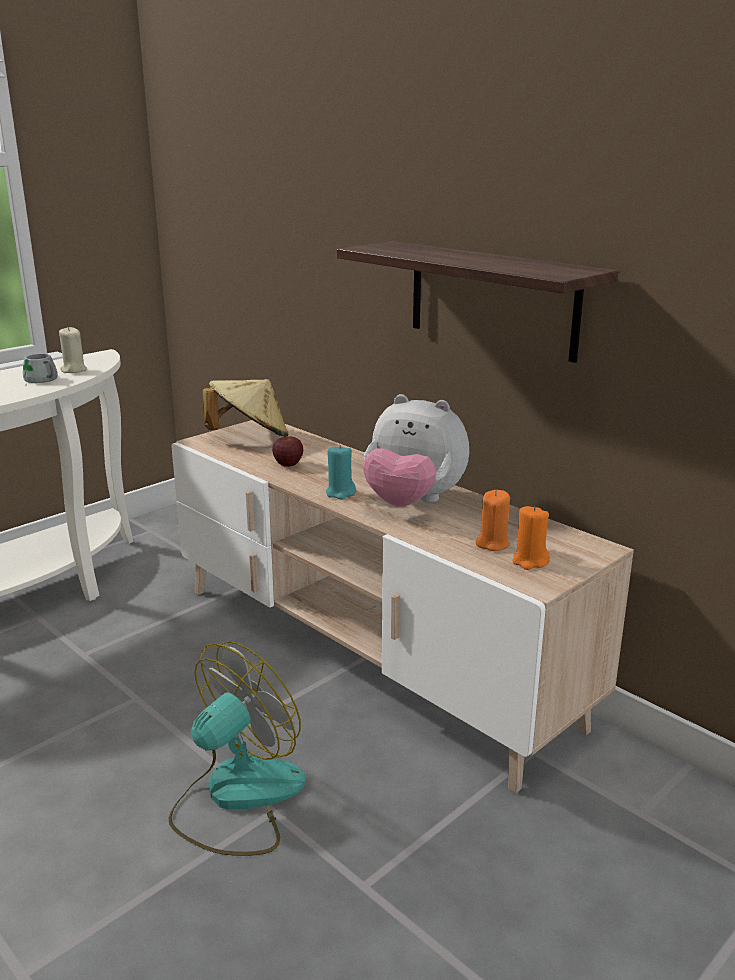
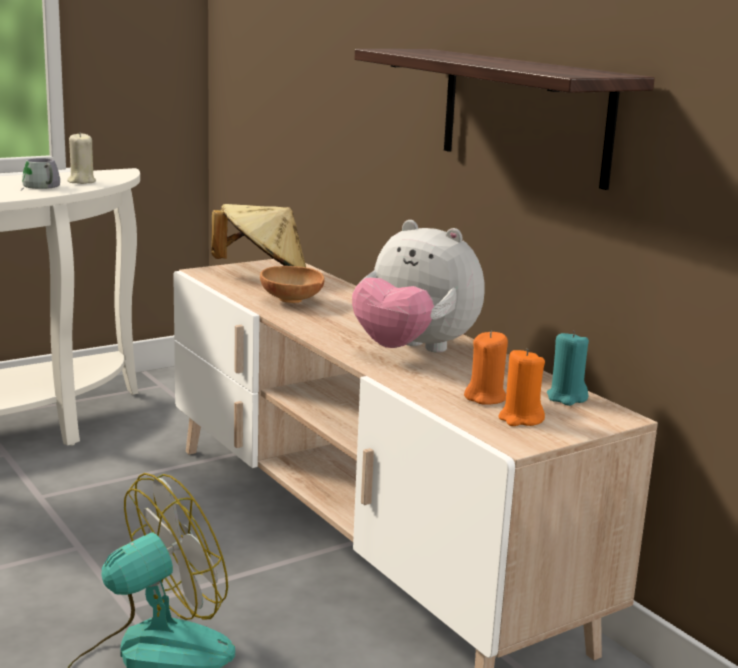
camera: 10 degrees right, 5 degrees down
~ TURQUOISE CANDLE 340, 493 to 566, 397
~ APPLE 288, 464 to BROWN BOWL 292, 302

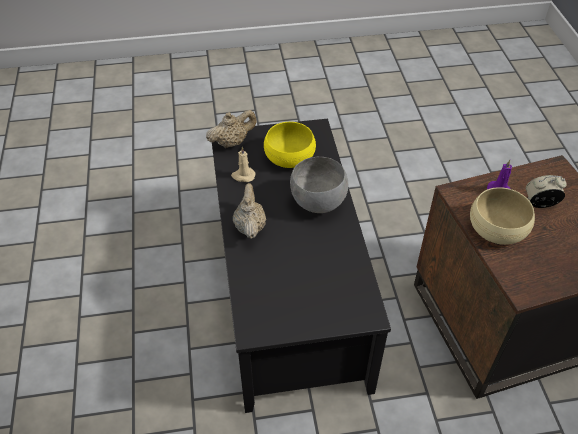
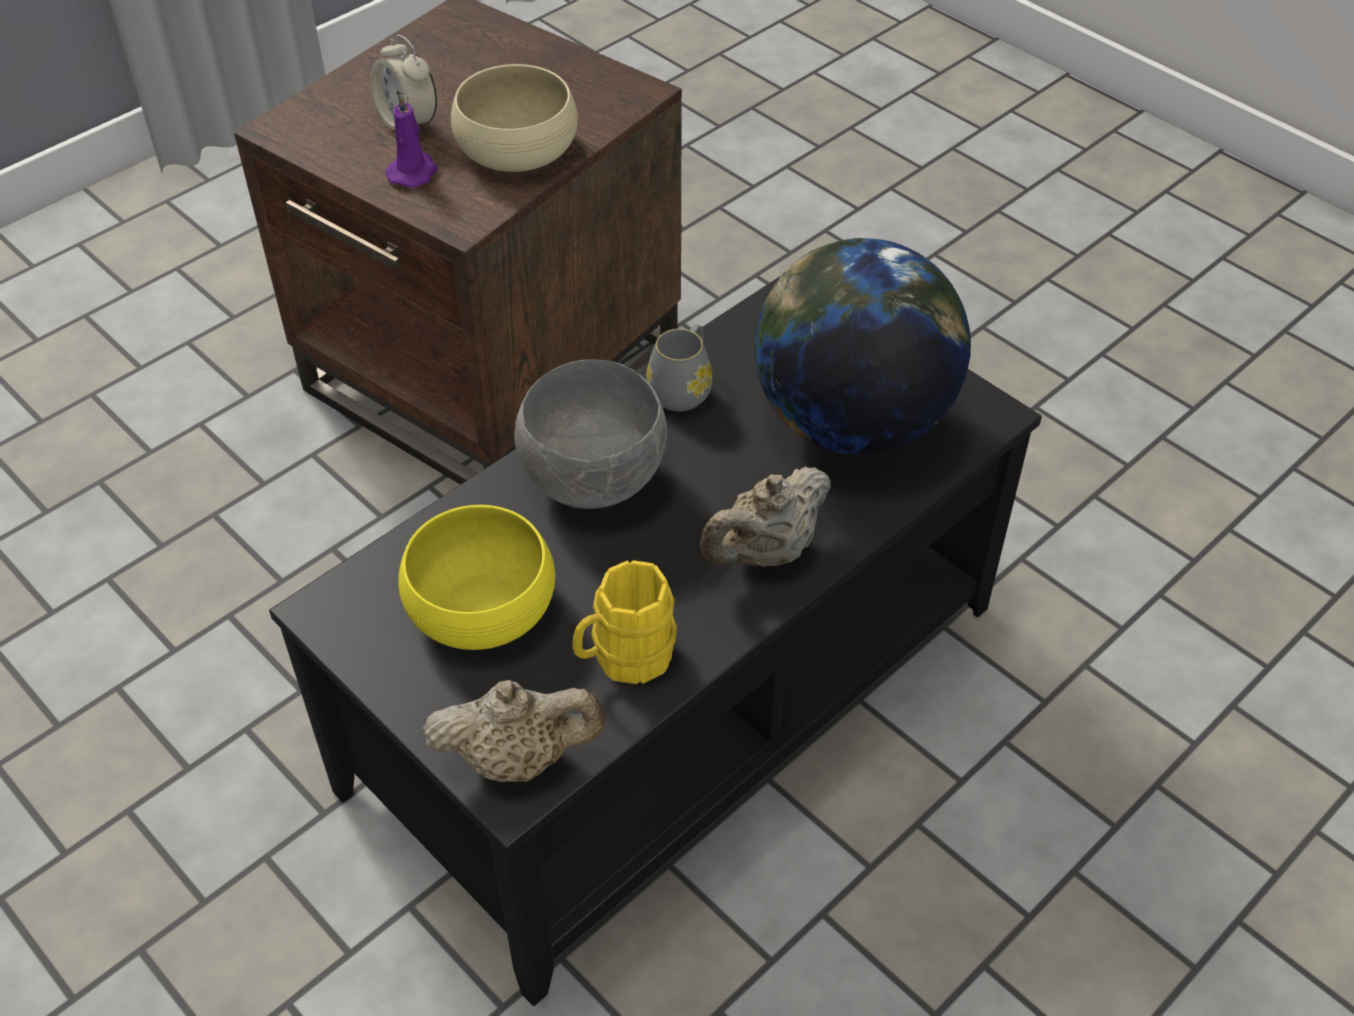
camera: 125 degrees left, 0 degrees up
+ GREY MUG 683, 388
+ GLOBE 852, 423
~ BEIGE CANDLE 243, 176 to YELLOW MUG 624, 657
~ BEIGE TEAPOT 232, 142 = 519, 758 150 degrees clockwise

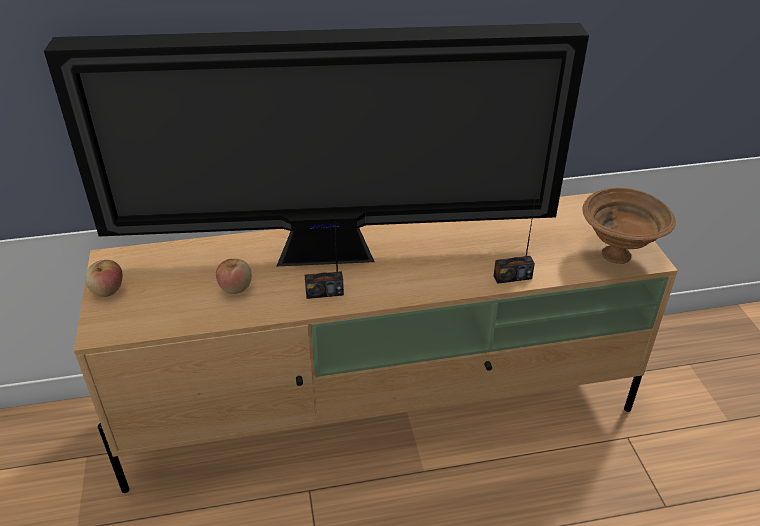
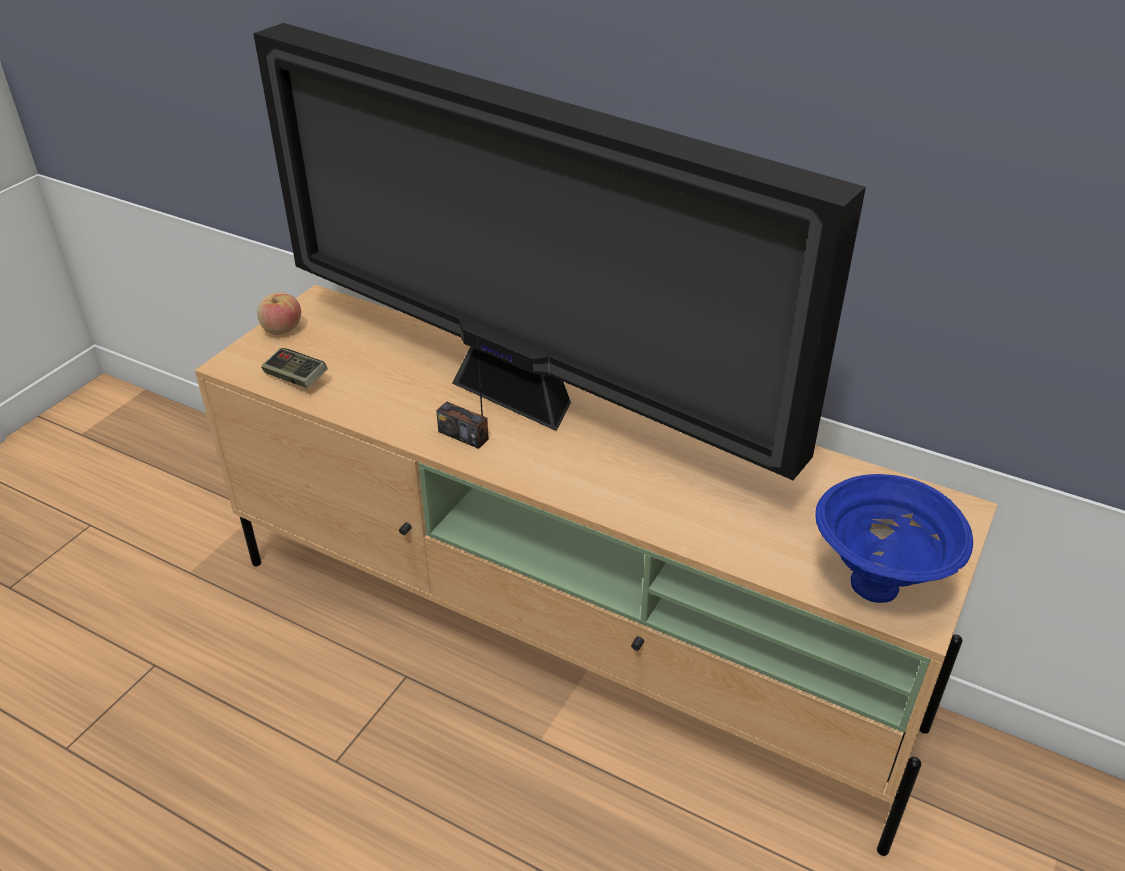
camera: 40 degrees right, 0 degrees up
- APPLE 235, 288
- RADIO 512, 277
+ GAME CONTROLLER 296, 378
~ BROWN BOWL 618, 255 to BLUE BOWL 878, 587

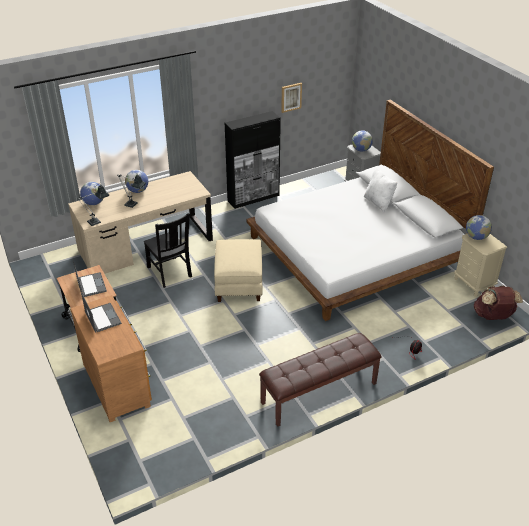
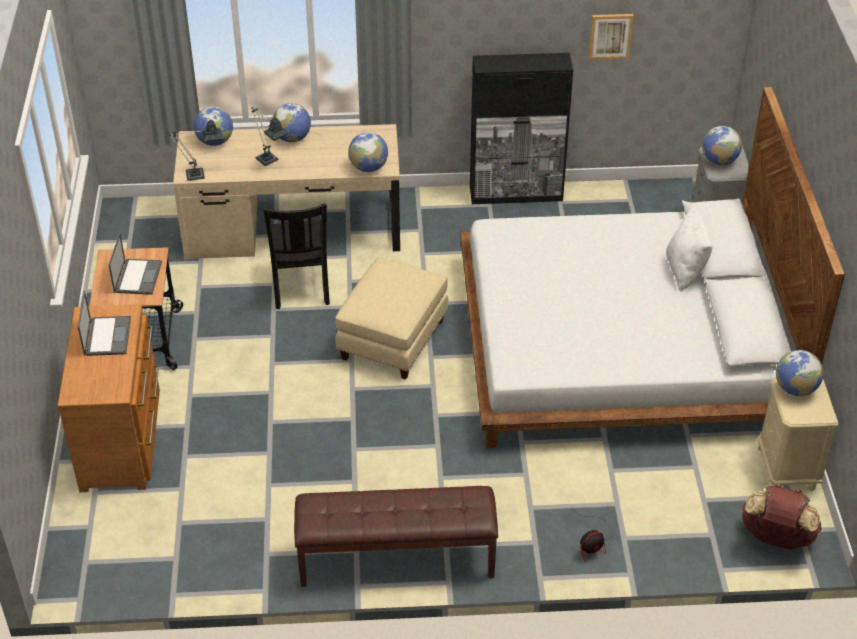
camera: 25 degrees right, 5 degrees up
+ GLOBE 368, 168

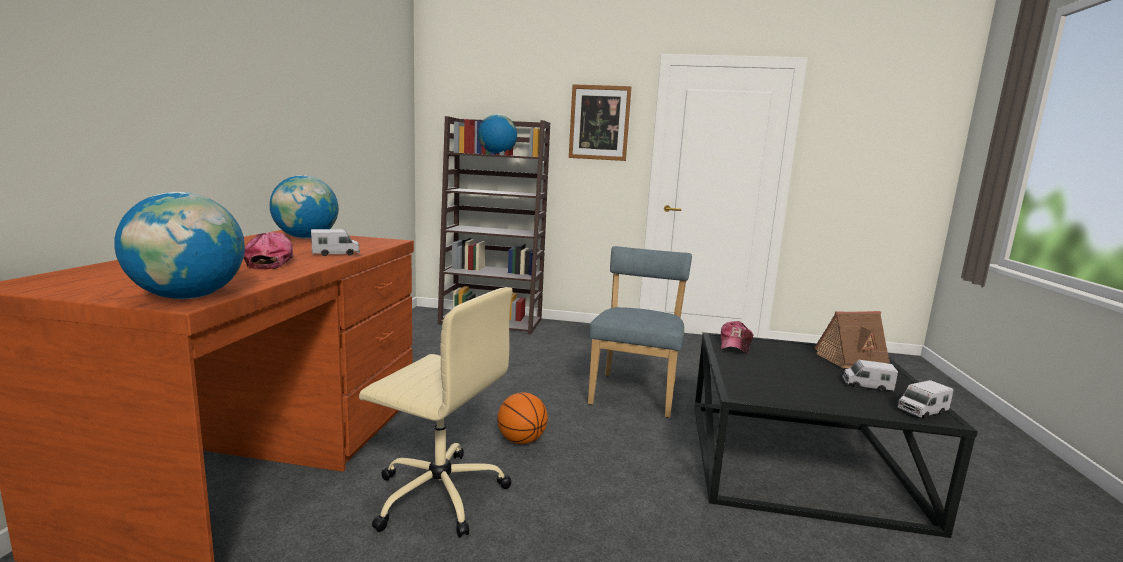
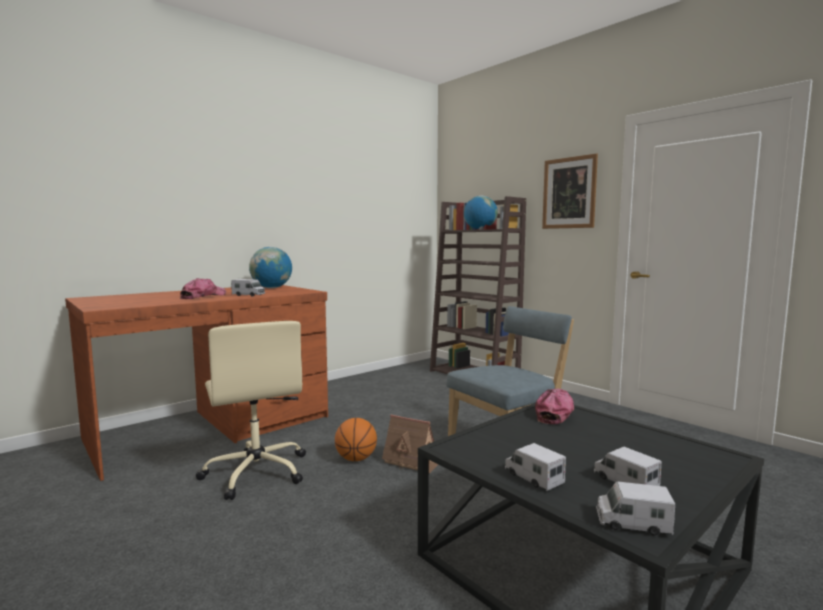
camera: 40 degrees right, 5 degrees down
- GLOBE 188, 297
+ TOY TRUCK 533, 478
~ TOY HOUSE 852, 360 to 412, 460
~ CAP 735, 345 = 555, 413 150 degrees clockwise

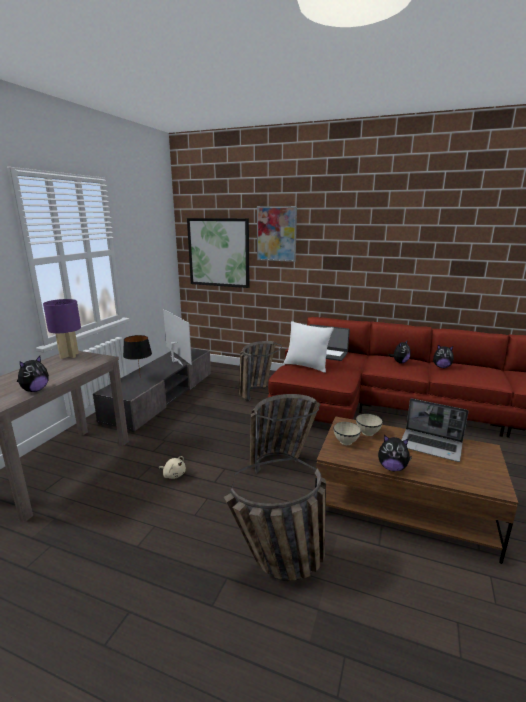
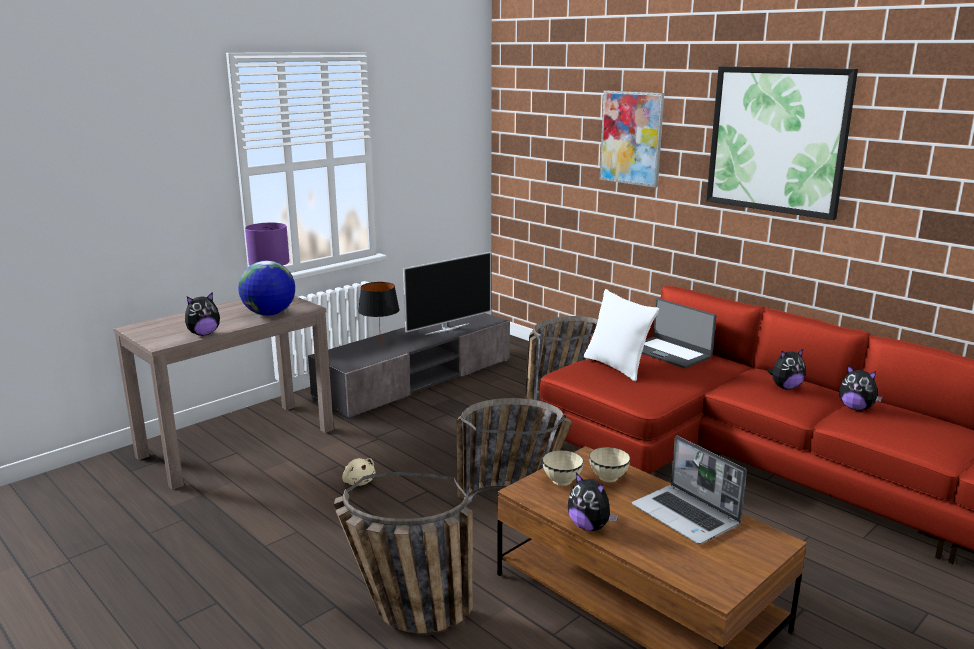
camera: 25 degrees right, 0 degrees up
+ GLOBE 269, 314
~ PICTURE 219, 252 to 777, 140
~ TELEVISION 175, 361 = 447, 328 60 degrees clockwise

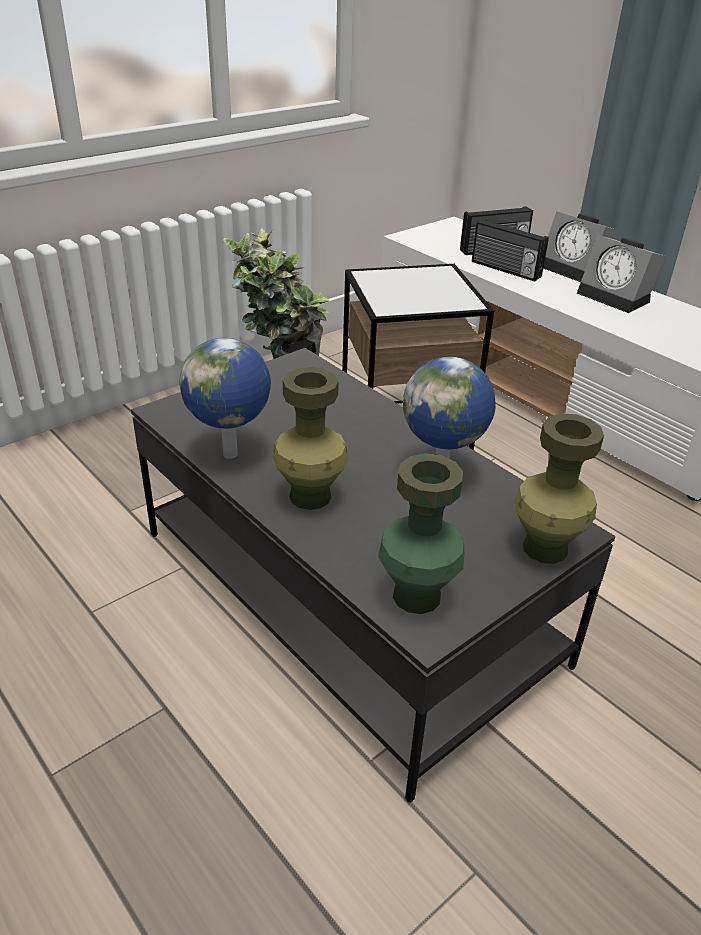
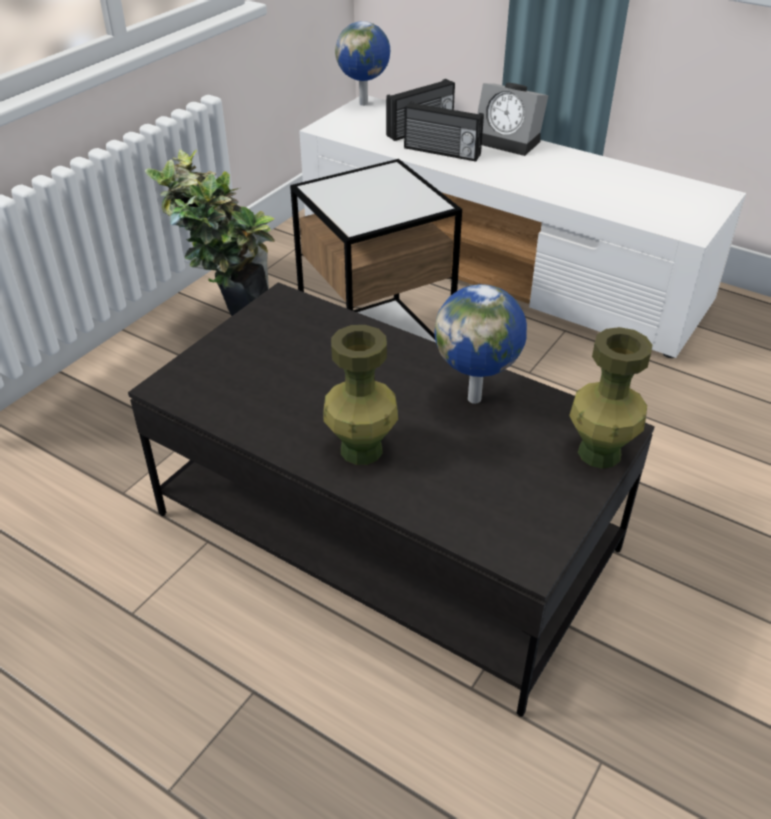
camera: 15 degrees left, 5 degrees up
- GREEN VASE 416, 596
- ALARM CLOCK 616, 297
~ GLOBE 232, 455 to 364, 103

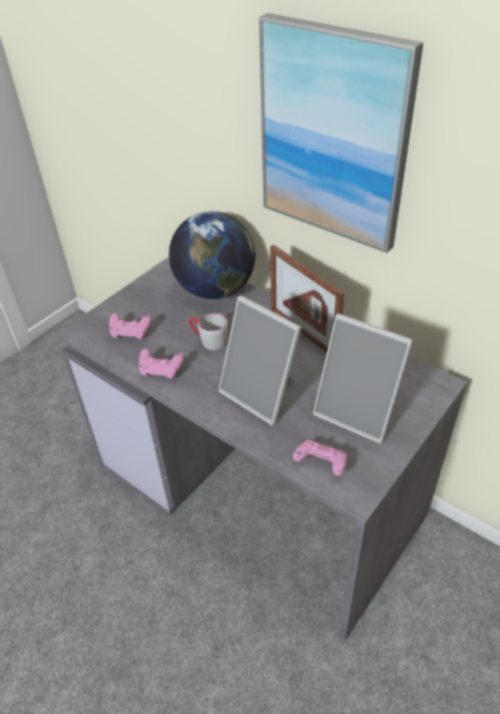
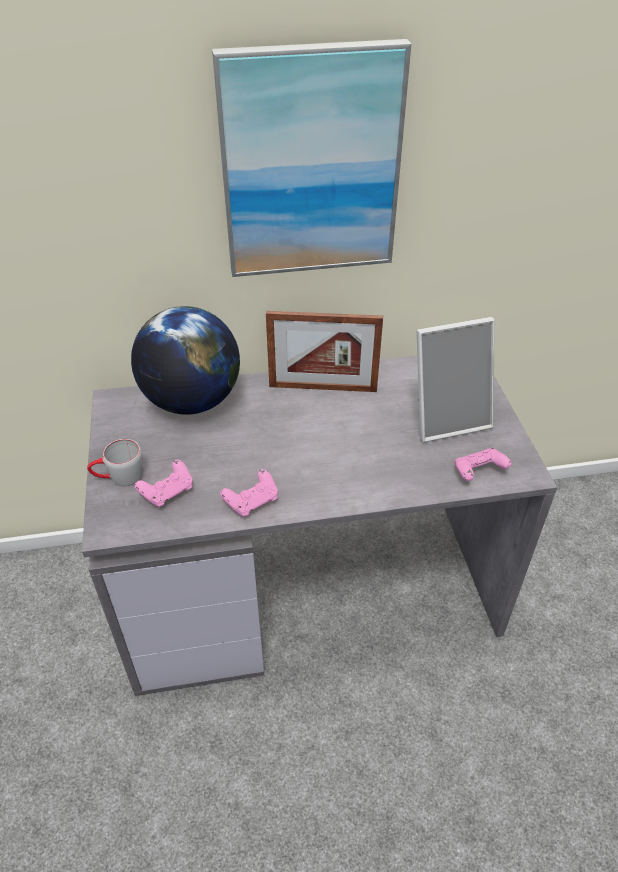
camera: 50 degrees left, 0 degrees up
- PICTURE FRAME 262, 394
~ GREY MUG 208, 340 to 119, 477

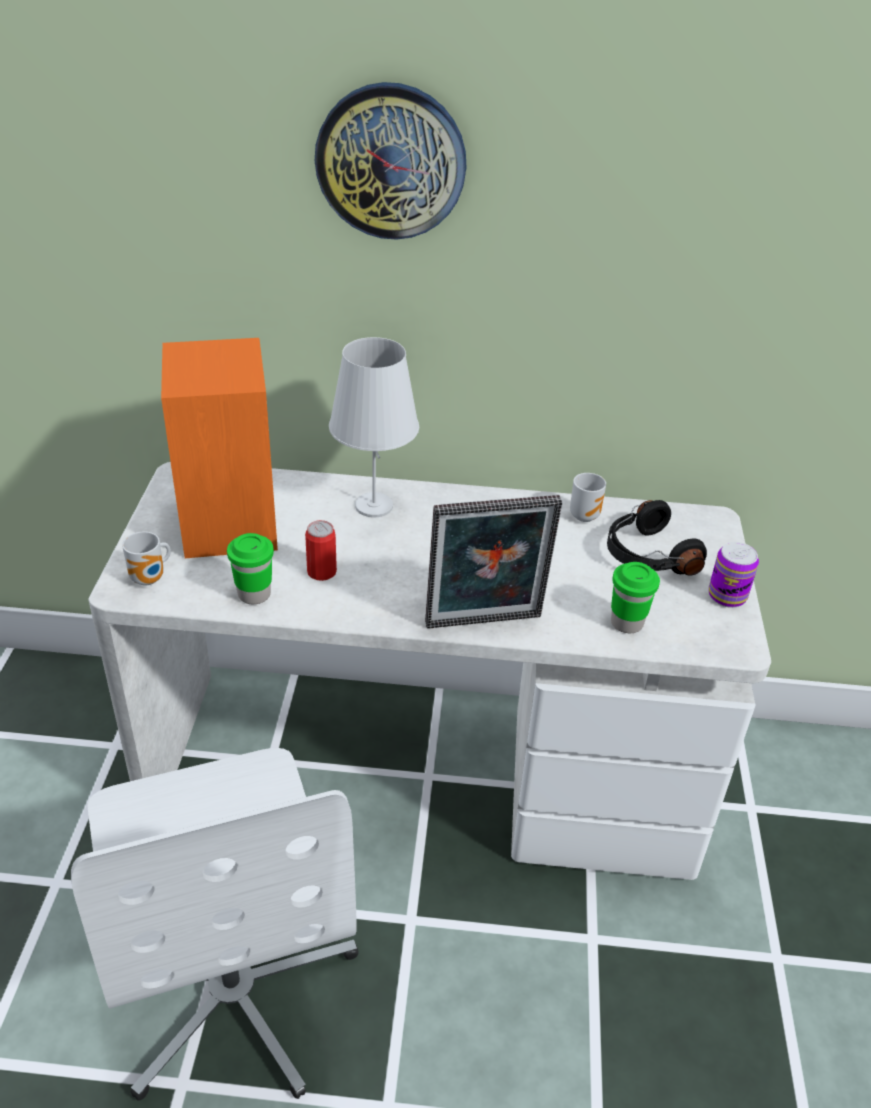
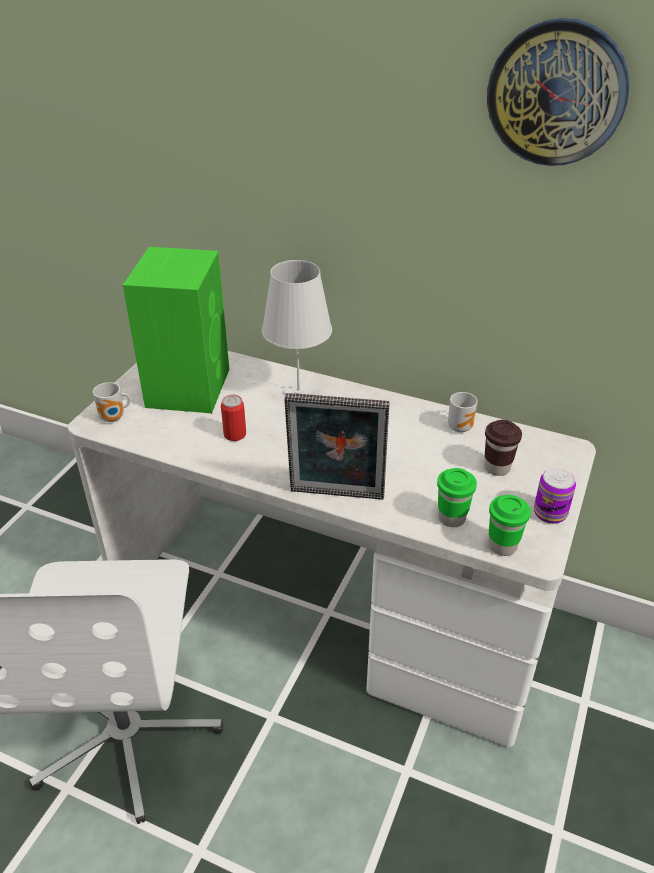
camera: 20 degrees right, 0 degrees up
~ GREEN CUP 254, 594 to 502, 546
~ WALL CLOCK 391, 162 to 556, 93
~ BLACK HEADPHONES 647, 555 to BROWN CUP 497, 468
~ ORANGE SPEAKER 229, 521 to GREEN SPEAKER 189, 386

